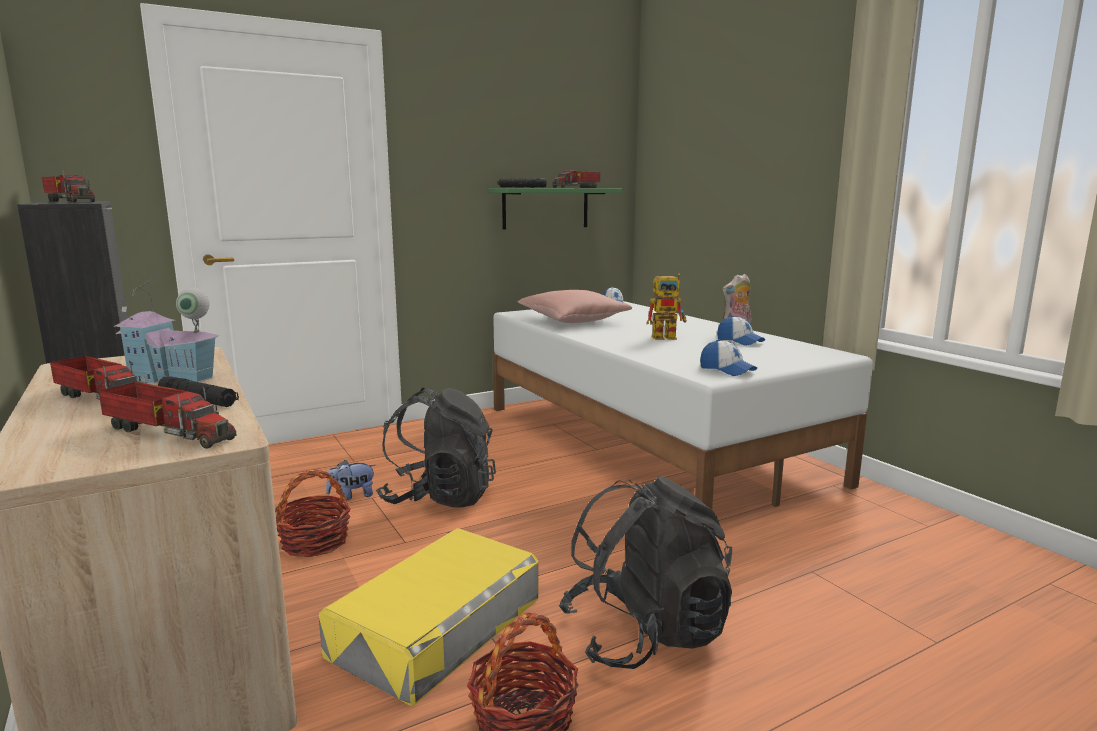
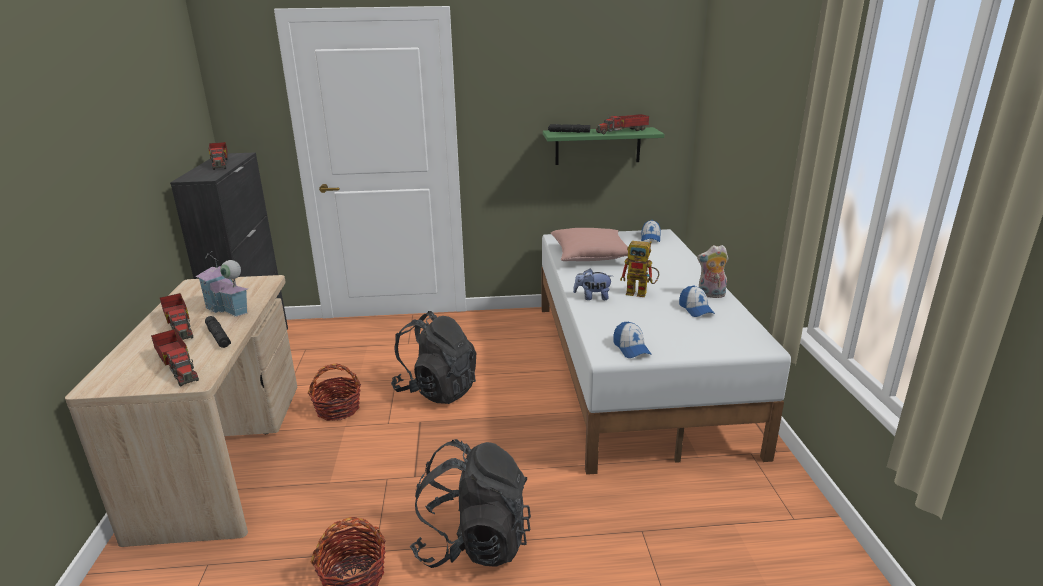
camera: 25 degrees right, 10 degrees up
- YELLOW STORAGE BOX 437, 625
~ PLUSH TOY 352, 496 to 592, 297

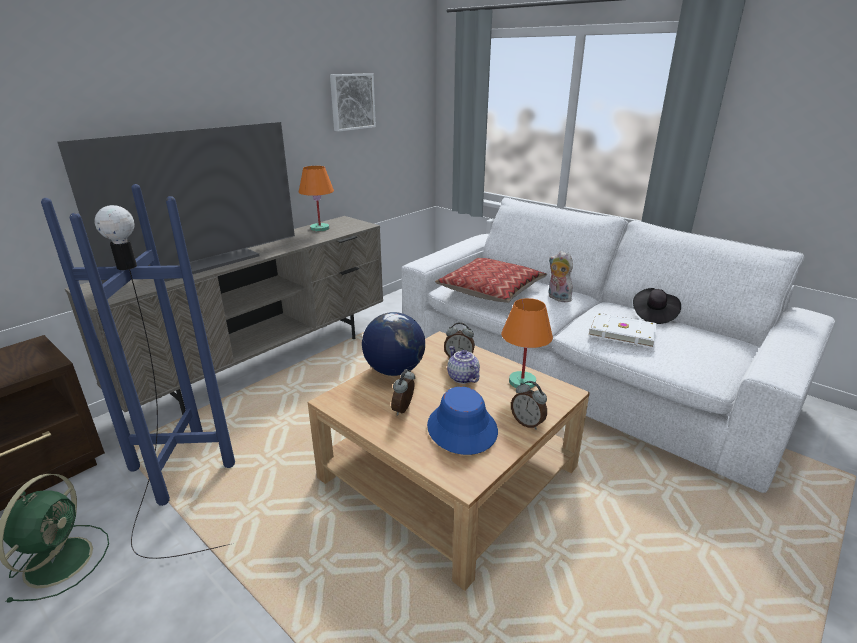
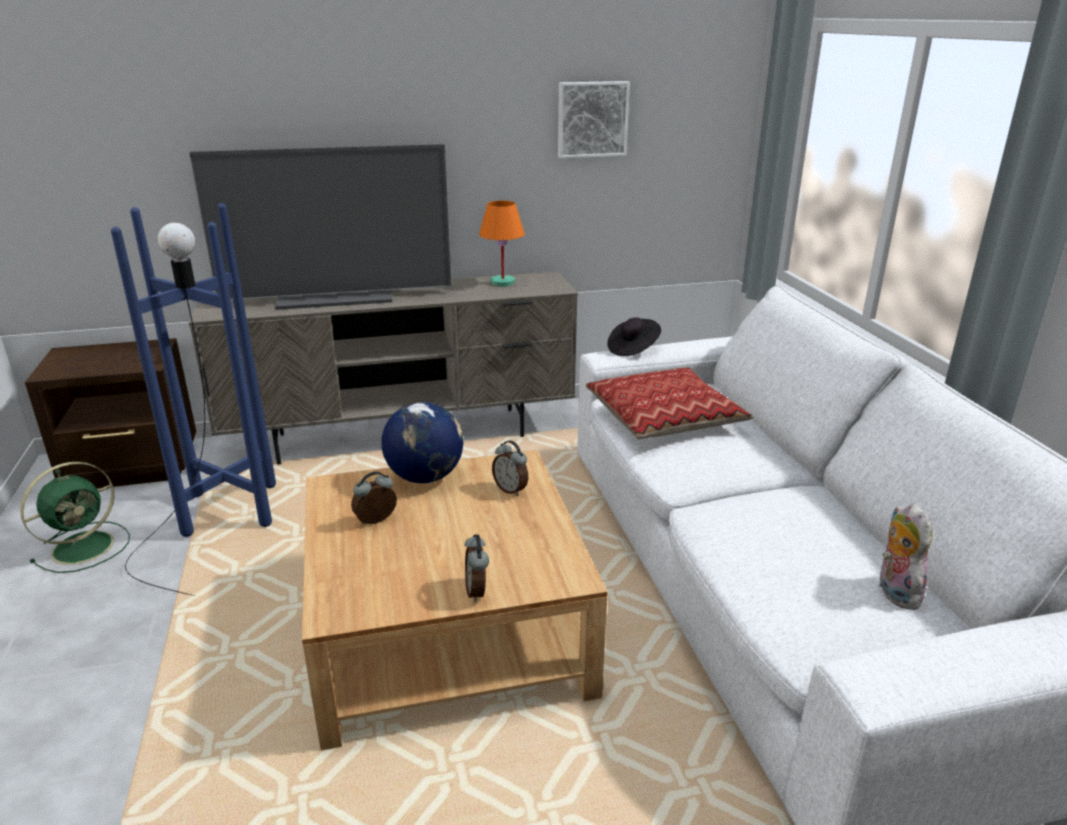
camera: 35 degrees right, 0 degrees up
- BLUE HAT 461, 428
- TEAPOT 462, 378
- ORANGE TABLE LAMP 522, 382
- WHITE BOOK 621, 332
~ PLUSH TOY 557, 298 to 894, 592
~ BLACK HAT 653, 315 to 633, 349

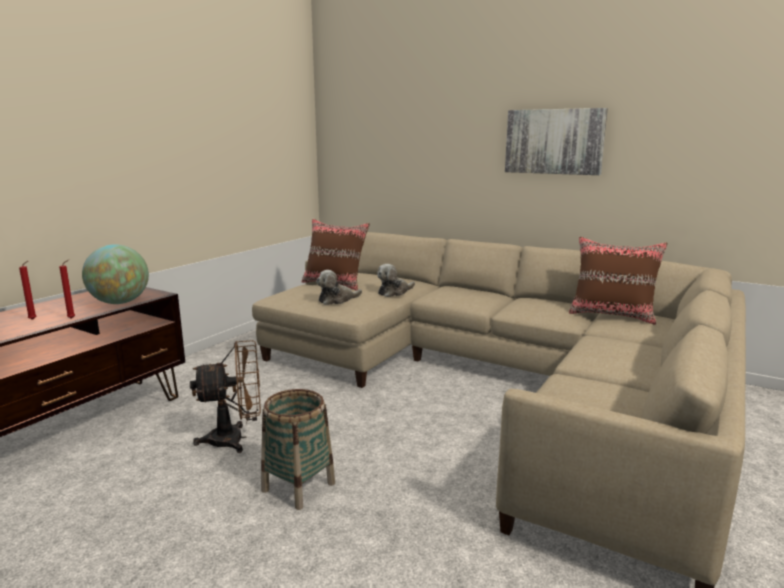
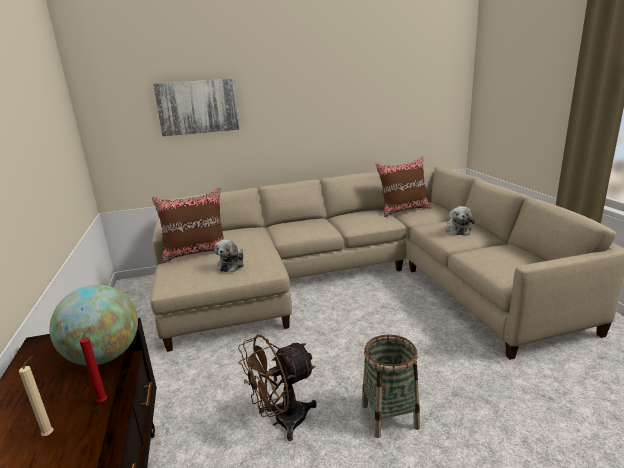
camera: 45 degrees left, 5 degrees up
~ PLUSH TOY 394, 292 to 457, 230
~ PICTURE 554, 141 to 198, 107
~ RED CANDLE 34, 319 to BEIGE CANDLE 50, 434
~ BROWN FAN 235, 439 = 282, 421 150 degrees counterclockwise

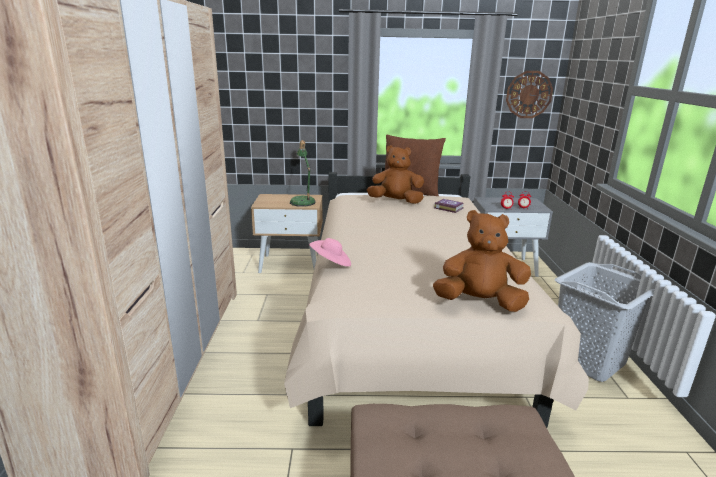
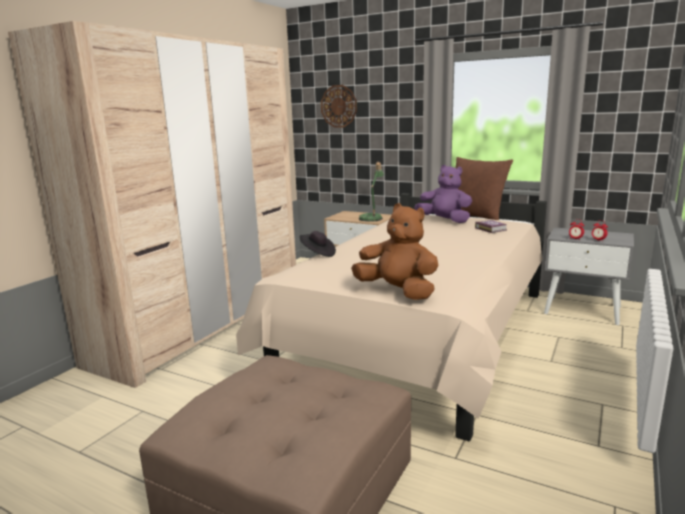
camera: 30 degrees right, 5 degrees down
- GREY LAUNDRY BASKET 589, 360
~ WALL CLOCK 529, 94 to 339, 106
~ PINK HAT 331, 263 to BLACK HAT 318, 254
~ BROWN PLUSH TOY 395, 201 to PURPLE PLUSH TOY 444, 221

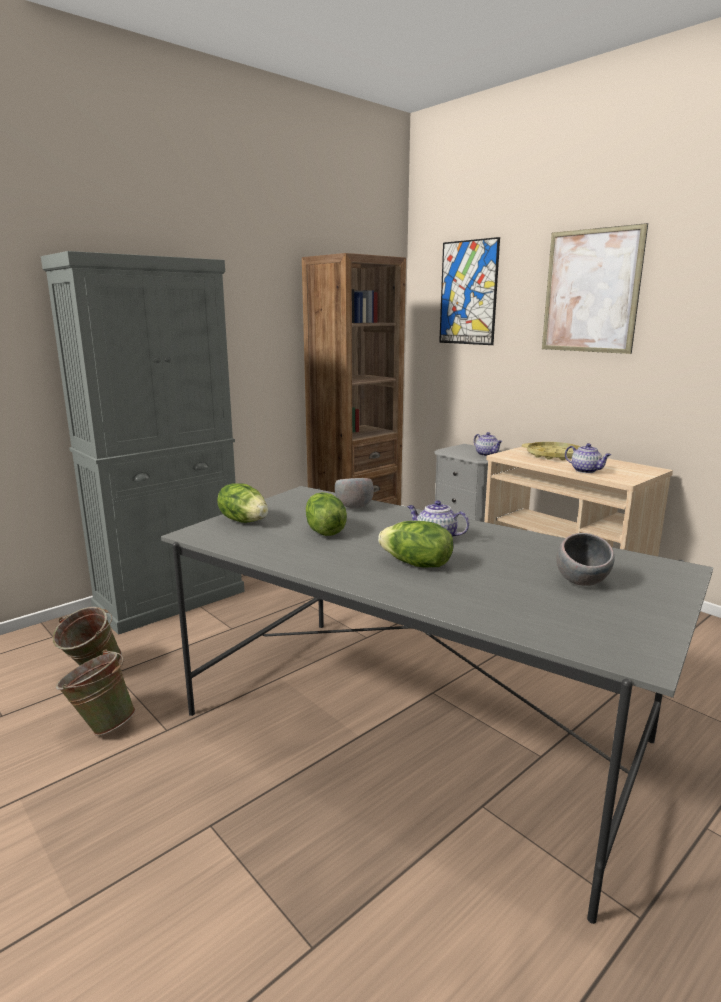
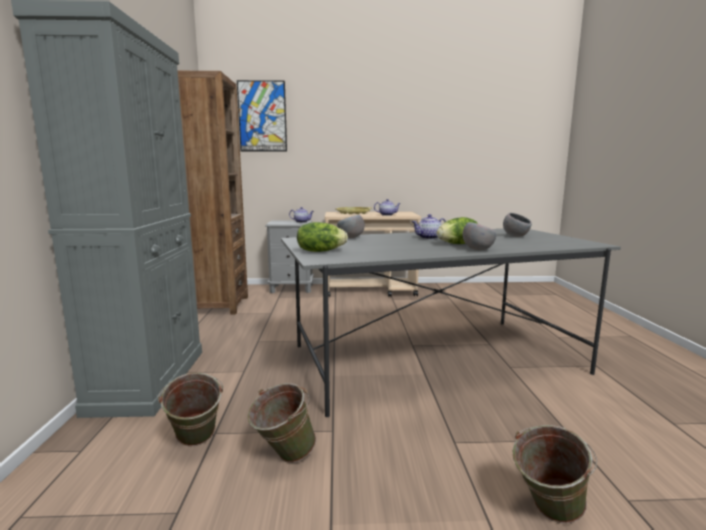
camera: 50 degrees left, 5 degrees down
- LETTUCE 324, 531
- PICTURE 591, 291
+ GREY BOWL 477, 249
+ GREEN BUCKET 547, 515

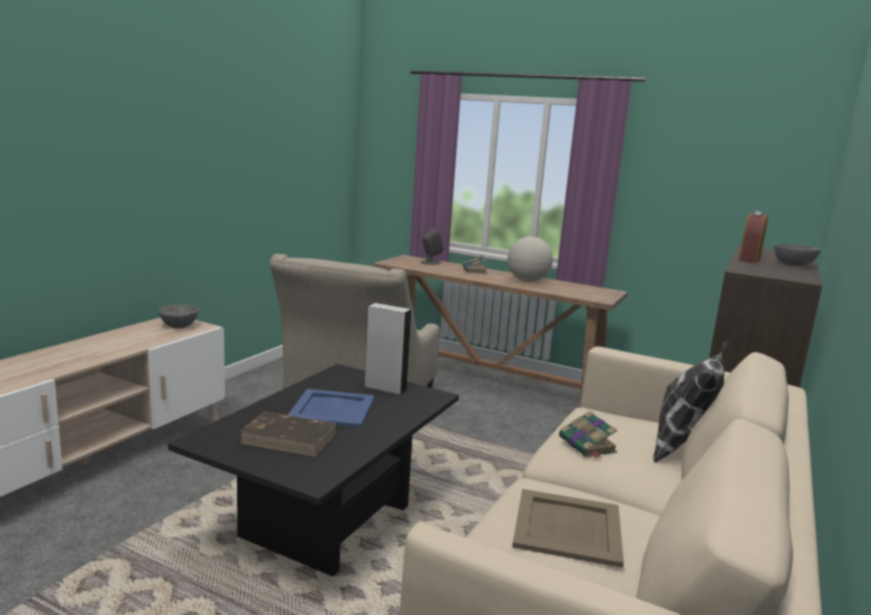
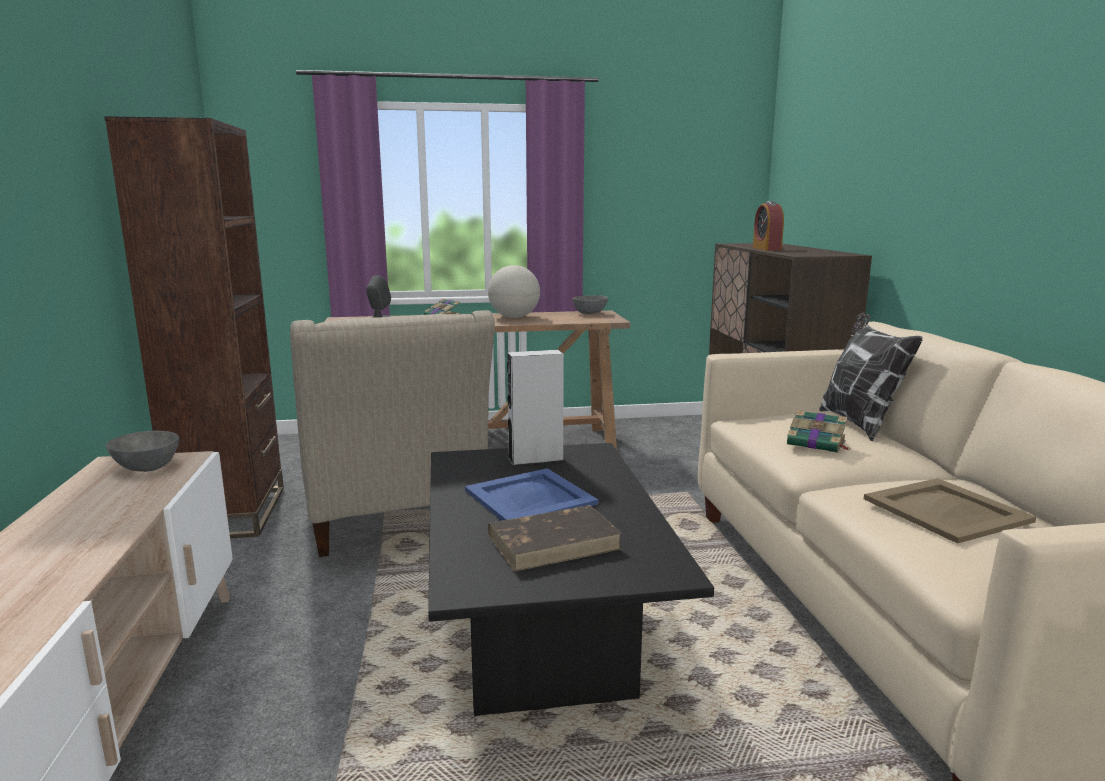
camera: 35 degrees left, 0 degrees up
+ BROWN BOOKCASE 231, 513
~ GREY BOWL 794, 265 to 591, 313

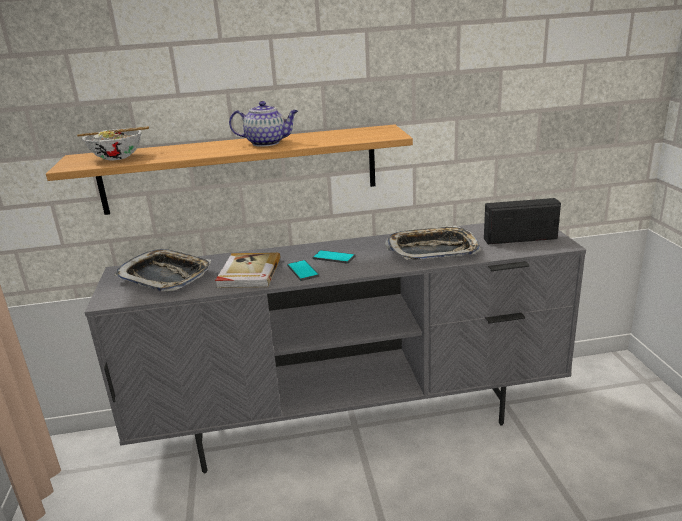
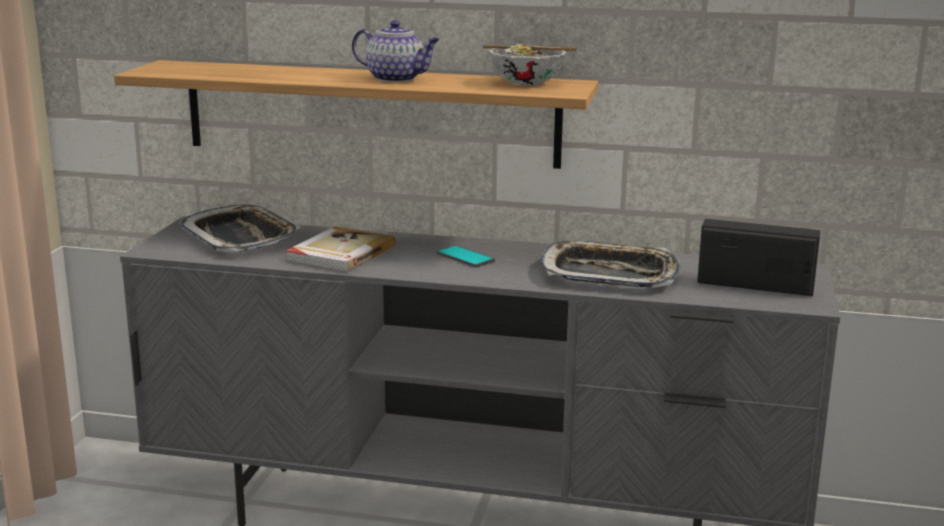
camera: 20 degrees right, 5 degrees down
- PHONE 303, 271
~ BOWL 117, 157 to 527, 83

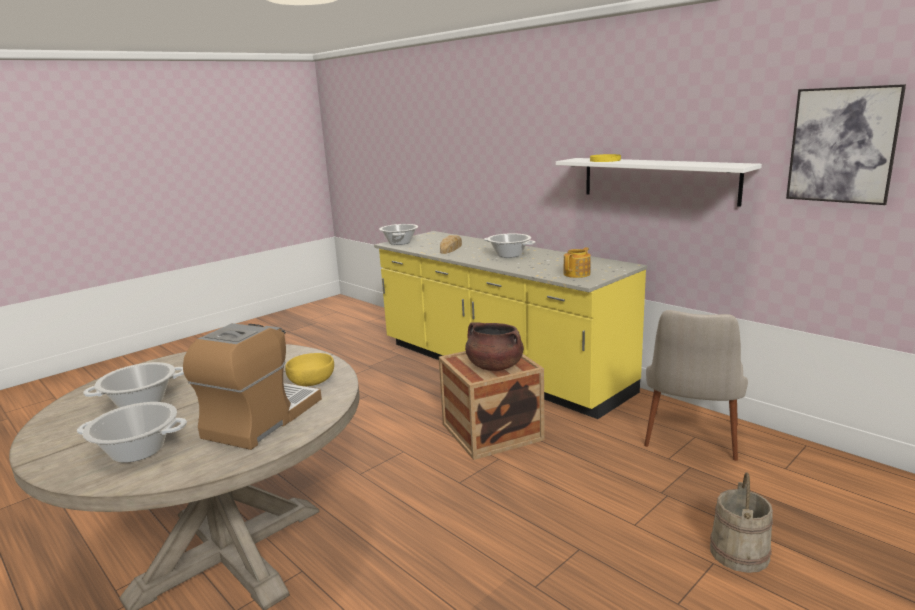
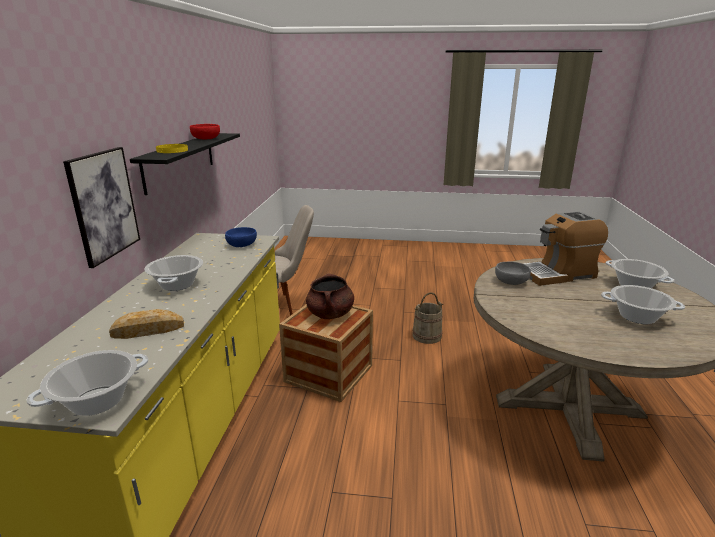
camera: 130 degrees left, 5 degrees up
+ RED BOWL 205, 139
~ BEIGE BUCKET 739, 553 to 426, 335
~ PICTURE 842, 145 to 104, 205
~ TEAPOT 577, 274 to BLUE BOWL 242, 245
~ YELLOW BOWL 312, 381 to GREY BOWL 510, 281
~ WHITE SHELF 657, 180 to BLACK SHELF 180, 161

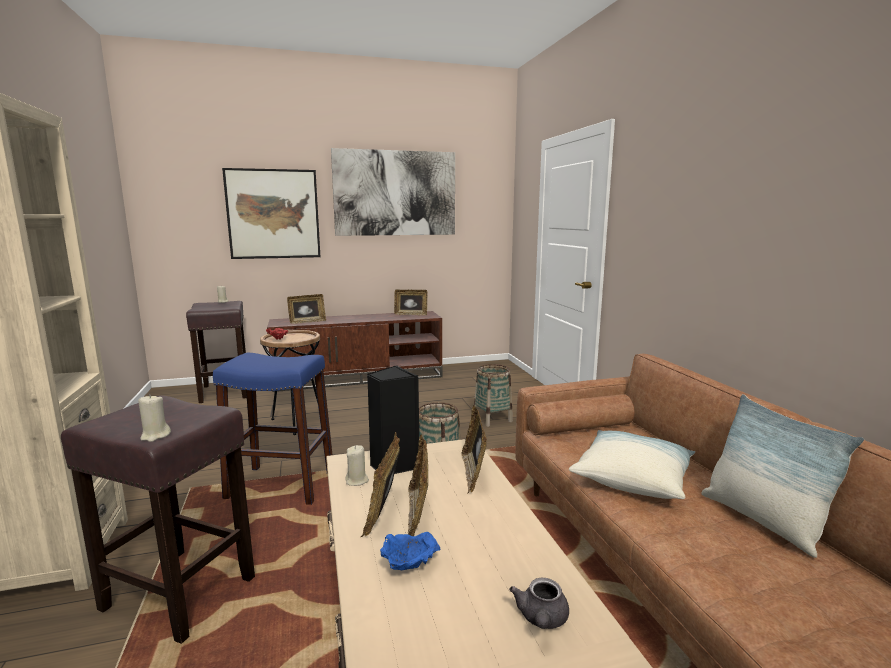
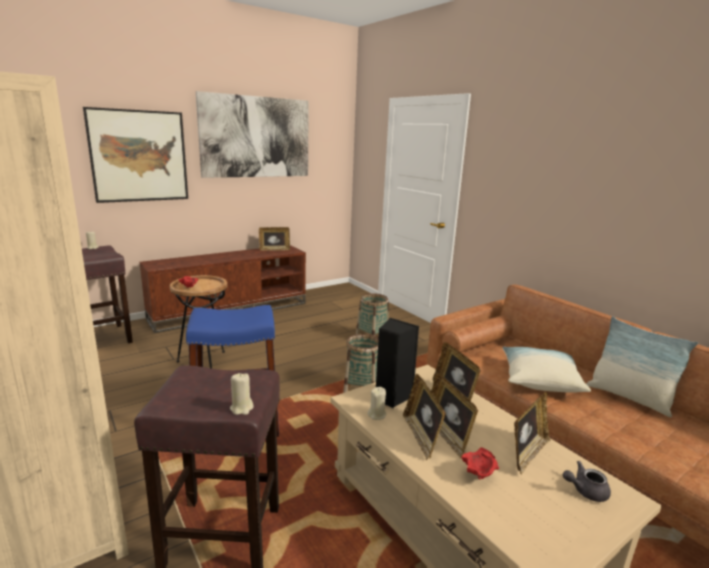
camera: 20 degrees left, 5 degrees up
~ PICTURE FRAME 307, 322 to 527, 454
~ BLUE BOWL 410, 567 to RED BOWL 478, 474
~ GREY TEAPOT 541, 619 = 585, 491 90 degrees clockwise

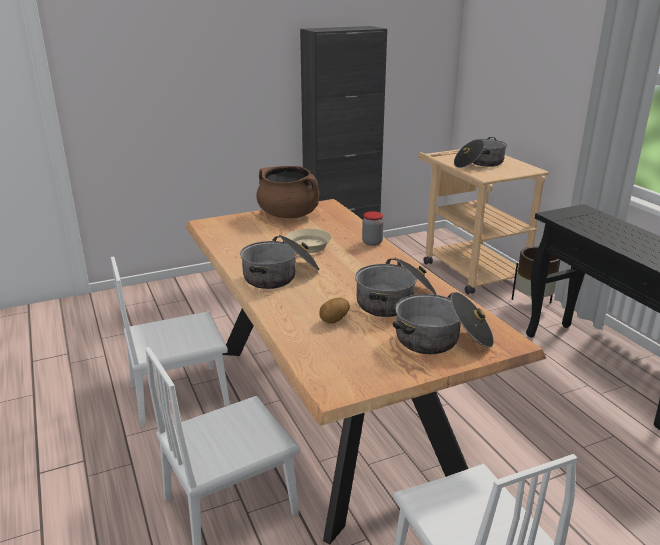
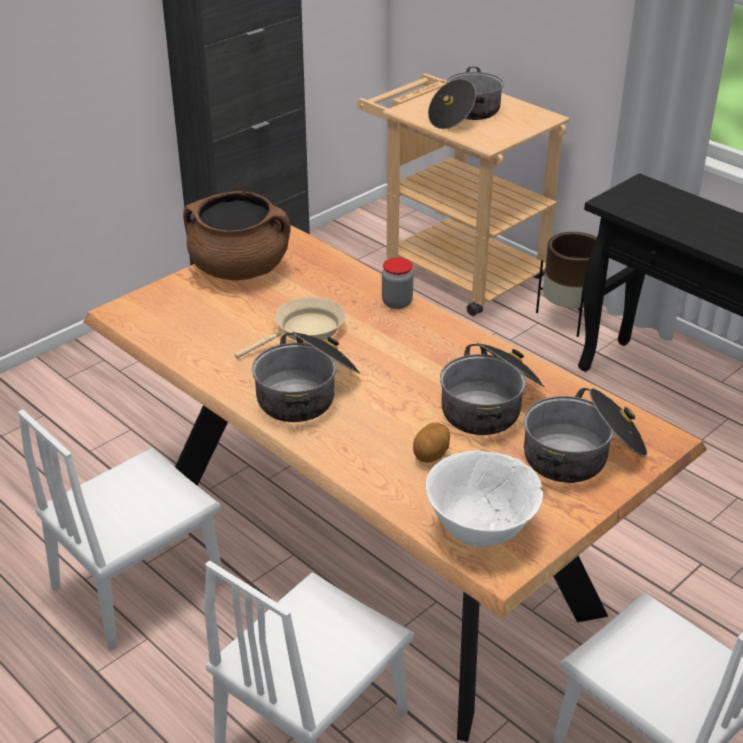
camera: 20 degrees left, 10 degrees up
+ WHITE BOWL 480, 529

